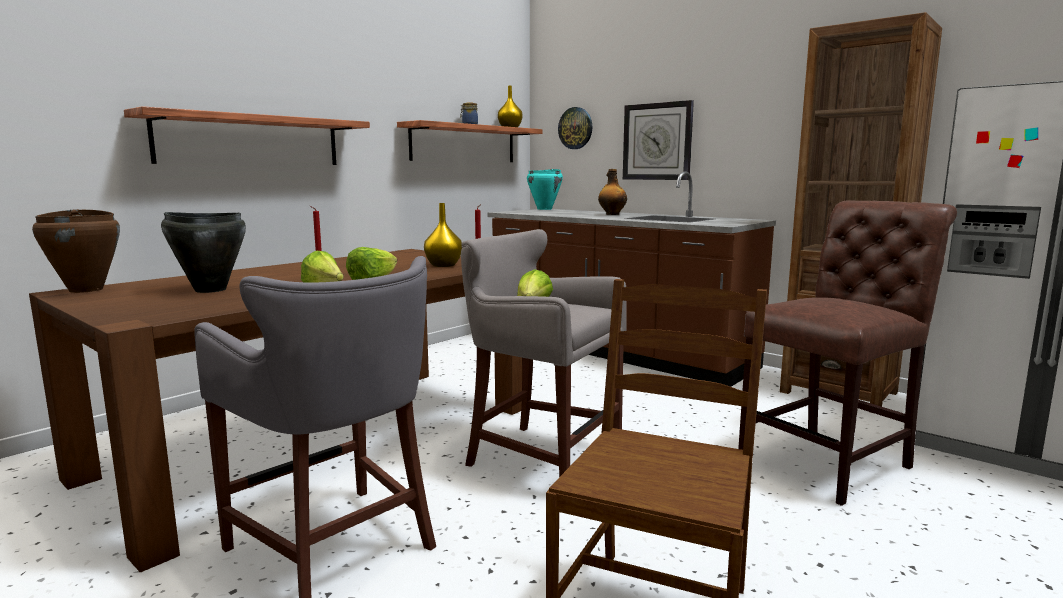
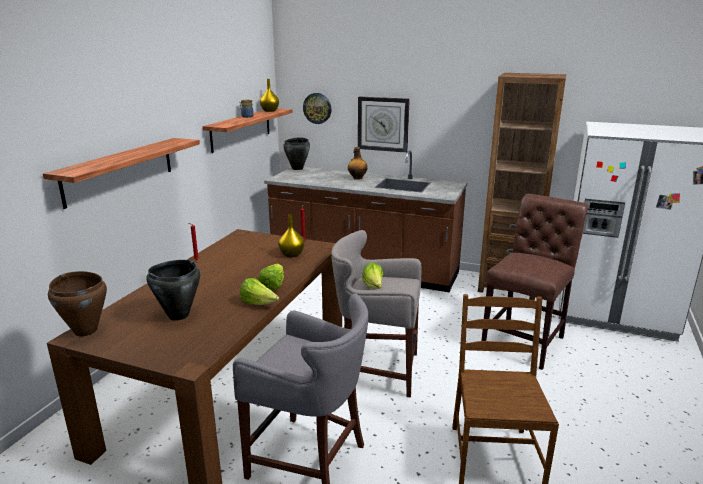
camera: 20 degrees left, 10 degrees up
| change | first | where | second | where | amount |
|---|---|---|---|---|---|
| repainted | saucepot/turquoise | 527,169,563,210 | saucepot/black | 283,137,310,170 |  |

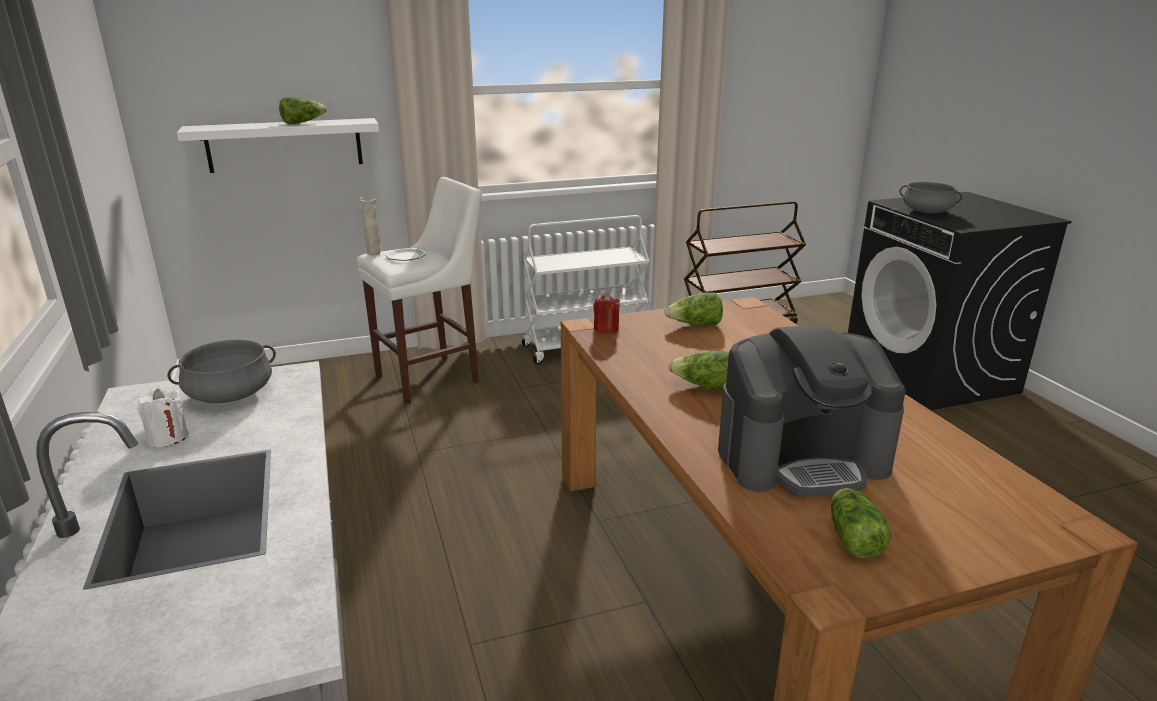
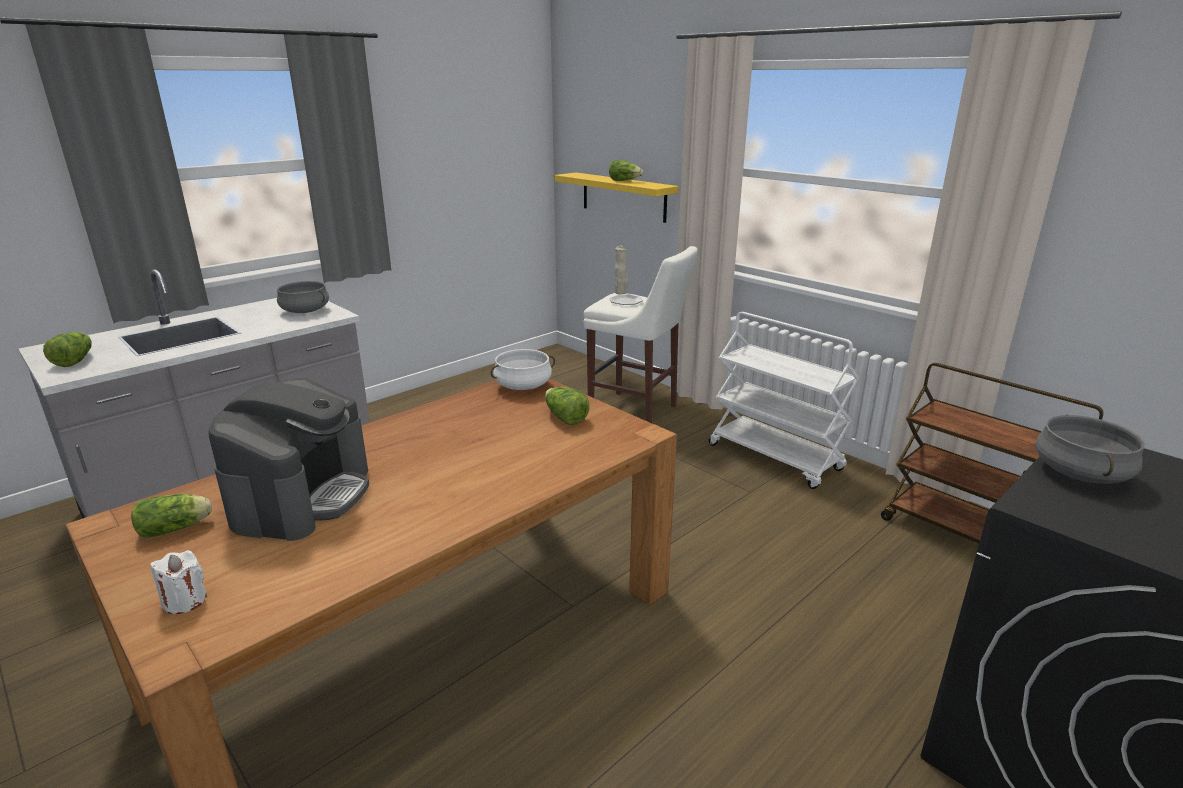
camera: 65 degrees right, 0 degrees up
| change | first | where | second | where | amount |
|---|---|---|---|---|---|
| shifted | lettuce | 668,351,729,391 |  | 43,332,92,367 |  |
| shifted | wax light/white-coloured | 138,388,188,448 |  | 150,550,207,614 |  |
| rotated | coffee maker | 718,325,905,497 |  | 209,378,369,541 | 135 degrees counterclockwise |
| swapped | wax light/red-coloured | 593,294,620,334 | saucepot/white-coloured | 491,349,555,390 |  |
| repainted | wall shelf/white-coloured | 177,118,379,173 | wall shelf/yellowish | 555,172,679,223 |  |

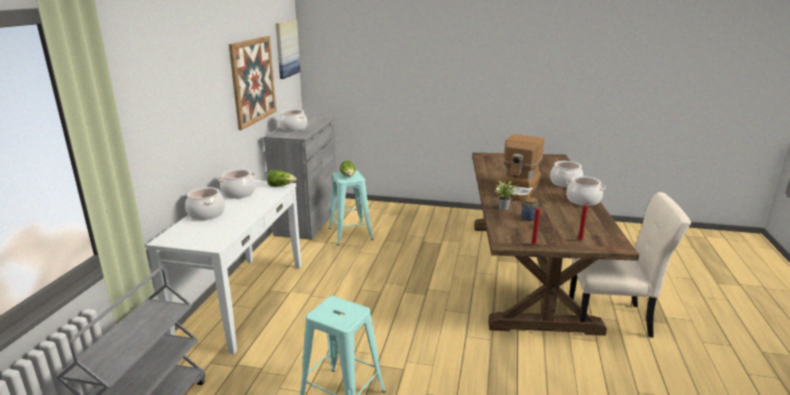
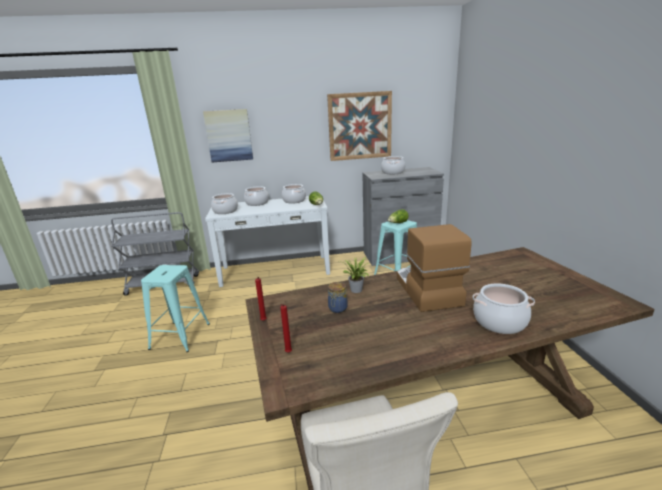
camera: 70 degrees right, 0 degrees up
| change | first | where | second | where | amount |
|---|---|---|---|---|---|
| shifted | wall art | 276,20,300,79 |  | 203,109,253,162 |  |
| shifted | saucepot | 566,176,606,206 |  | 211,193,238,214 |  |
| rotated | coffee maker | 495,134,544,201 |  | 397,224,471,312 | 75 degrees clockwise |

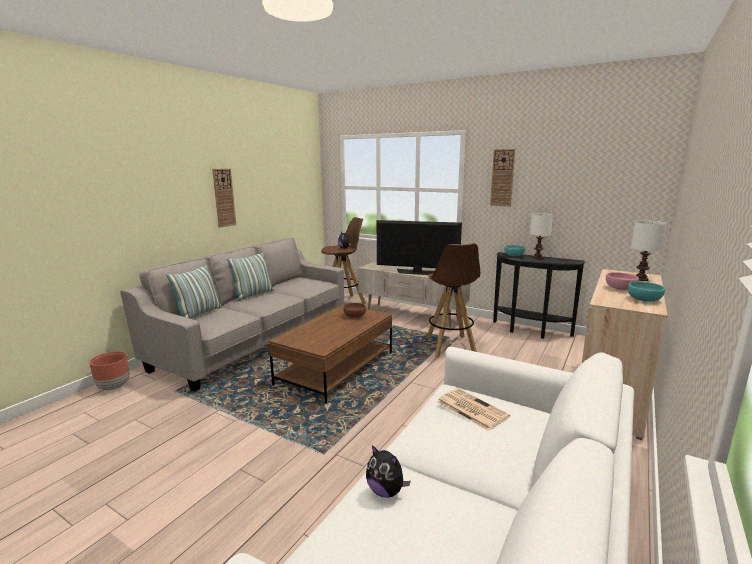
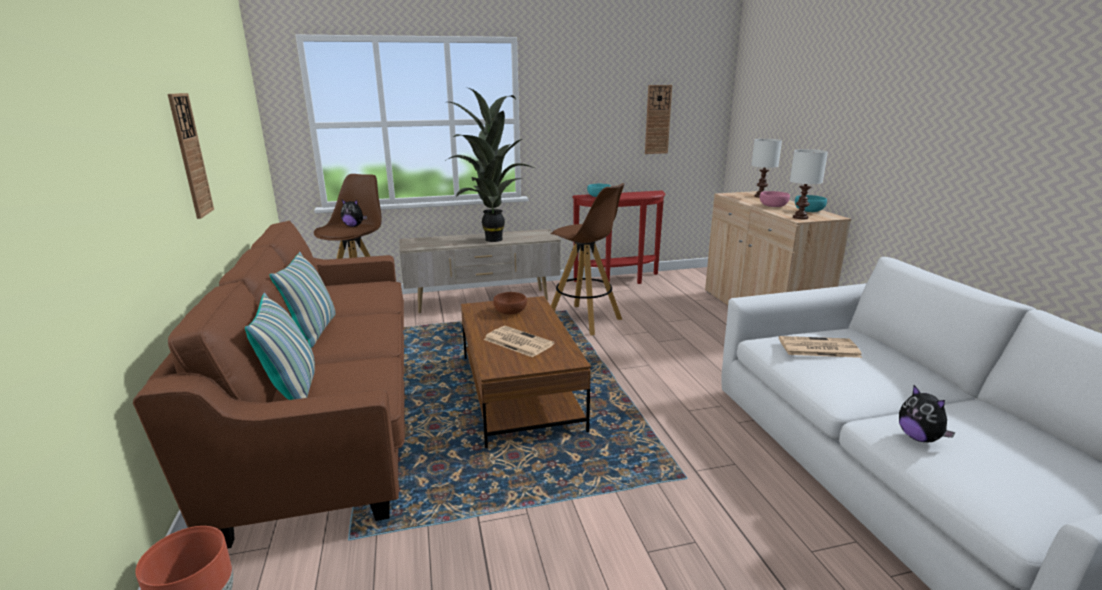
camera: 45 degrees left, 5 degrees up
| change | first | where | second | where | amount |
|---|---|---|---|---|---|
| repainted | couch/greyish | 121,238,344,392 | couch/brownish | 133,221,405,548 |  |
| swapped | TV | 377,220,462,275 | plant in a pot | 445,87,537,242 |  |
| new |  |  | daily paper | 484,326,554,357 |  |
| repainted | hall table/black | 493,252,586,339 | hall table/red-coloured | 572,190,666,284 |  |
| shifted | clock on the wall | 490,149,515,207 |  | 645,85,672,154 |  |
| shifted | tabletop lamp/white-coloured | 530,213,553,259 |  | 790,149,828,219 |  |
| rotated | plush toy | 366,445,411,498 |  | 899,385,956,442 | 75 degrees clockwise |

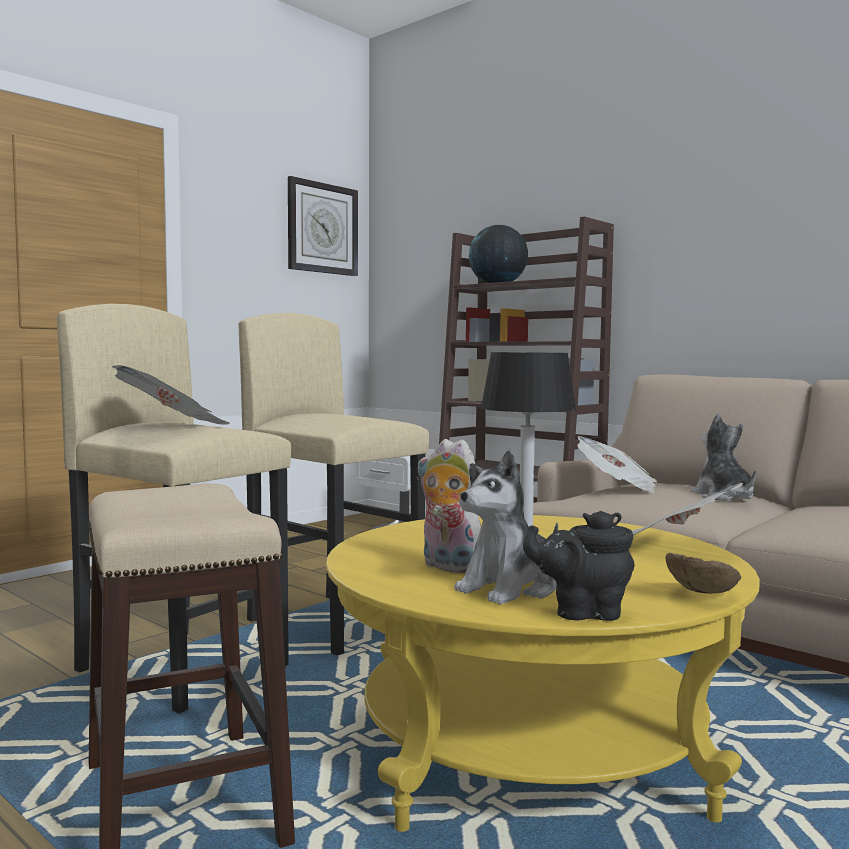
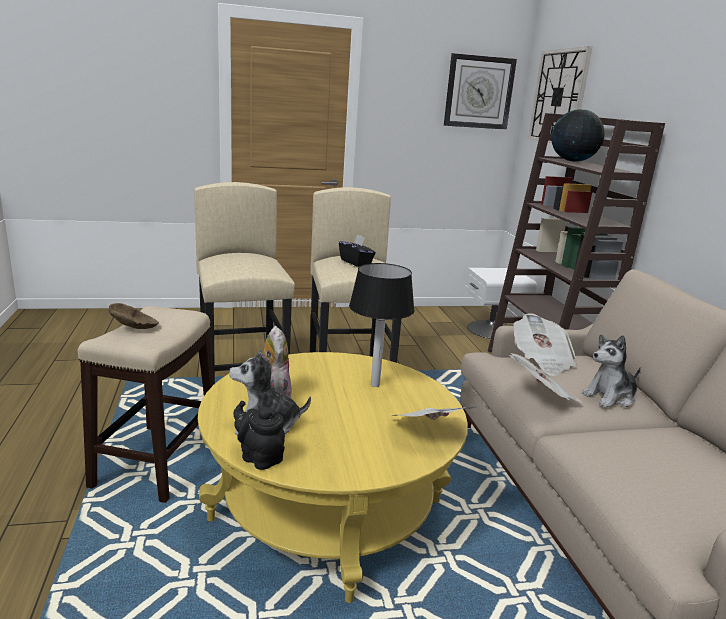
camera: 35 degrees right, 15 degrees up
| change | first | where | second | where | amount |
|---|---|---|---|---|---|
| shifted | bowl/brownish | 665,553,741,594 |  | 109,303,159,329 |  |
| new |  |  | tissue box/black | 339,234,376,267 |  |
| shifted | daily paper | 112,365,229,425 |  | 509,353,583,403 |  |
| new |  |  | clock on the wall | 528,46,592,143 |  |
| rotated | plush toy | 691,414,756,501 |  | 581,334,641,408 | 135 degrees counterclockwise |

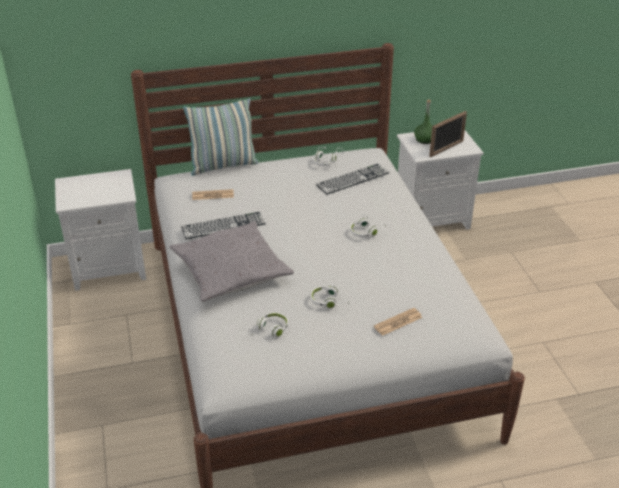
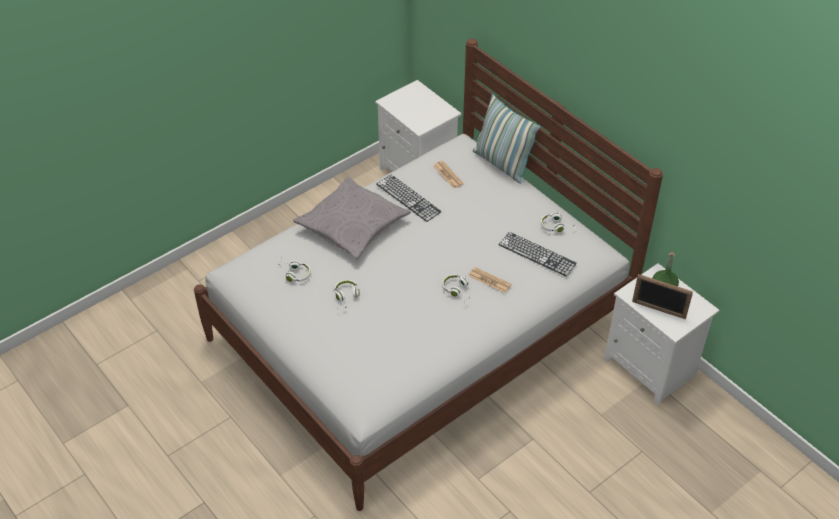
camera: 65 degrees right, 10 degrees up
| change | first | where | second | where | amount |
|---|---|---|---|---|---|
| shifted | daily paper | 374,308,422,336 |  | 469,267,512,293 |  |

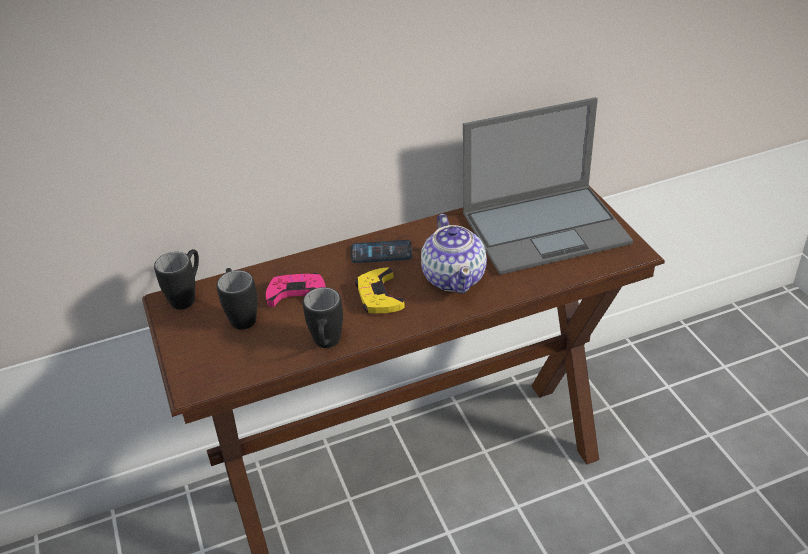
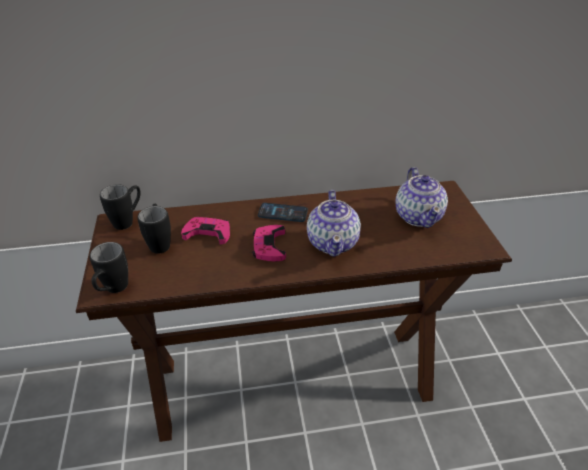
camera: 10 degrees right, 0 degrees up
| change | first | where | second | where | amount |
|---|---|---|---|---|---|
| shifted | mug/black | 303,287,343,348 |  | 90,242,128,293 |  |
| repainted | joypad/yellowish | 355,268,405,313 | joypad/pink-coloured | 252,225,286,261 |  |
| swapped | laptop | 463,97,633,275 | tea pot | 396,167,448,228 |  |

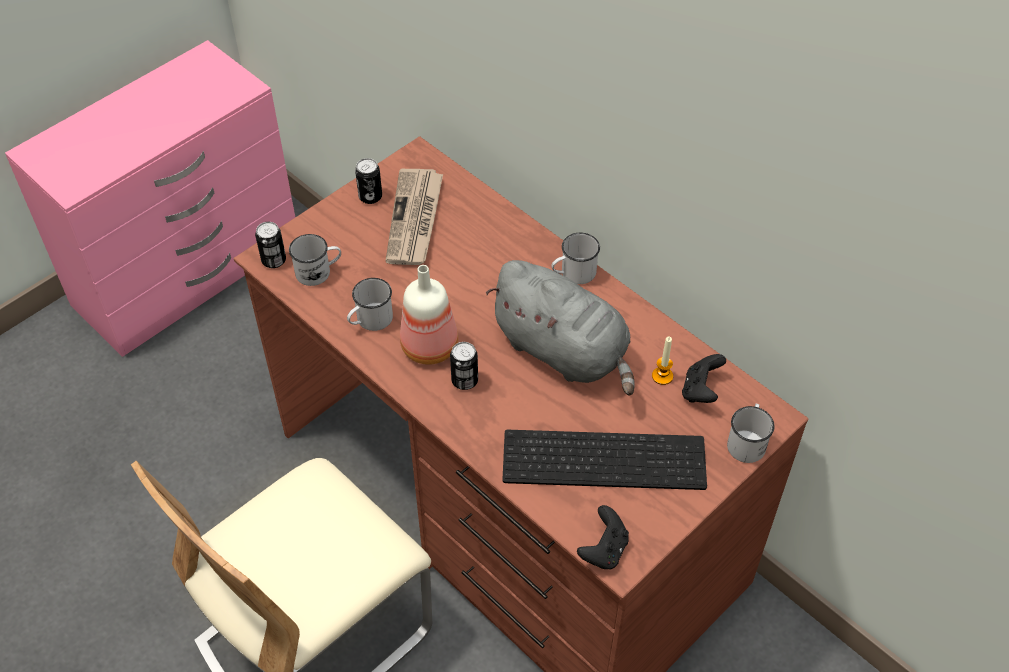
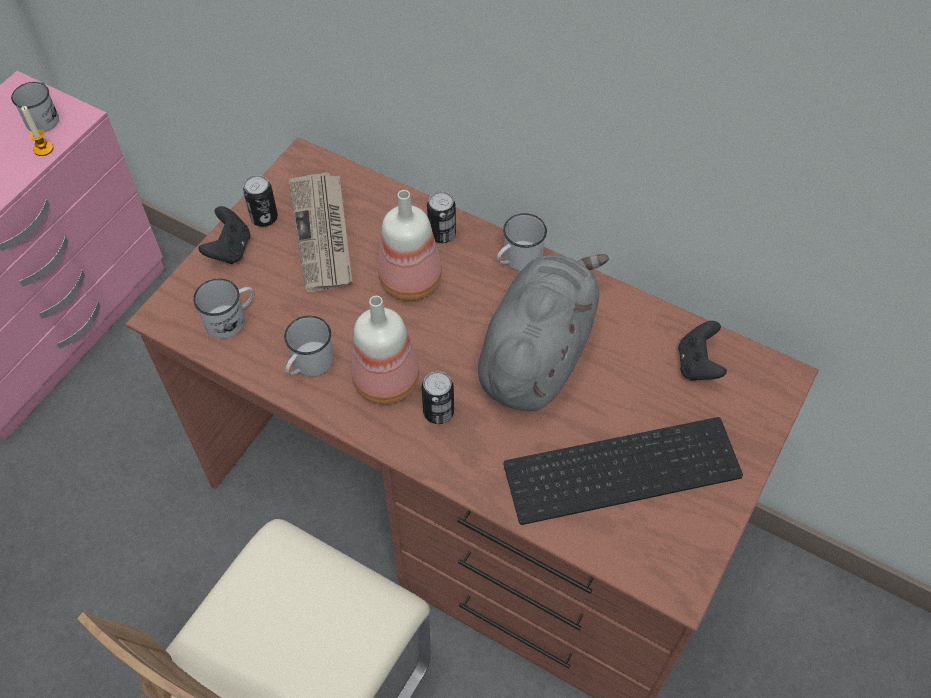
camera: 15 degrees left, 5 degrees up
| change | first | where | second | where | amount |
|---|---|---|---|---|---|
| shifted | mug/white-coloured | 727,404,774,463 |  | 11,82,59,132 |  |
| shifted | wax light | 652,336,673,385 |  | 21,106,53,156 |  |
| shifted | joypad/black | 577,505,629,570 |  | 199,206,250,264 |  |
| new |  |  | bottle | 378,190,442,300 |  |
| shifted | metal can | 255,222,286,268 |  | 427,192,456,243 |  |
| rotated | plush toy/greyish | 486,260,634,396 |  | 478,254,609,411 | 90 degrees counterclockwise |

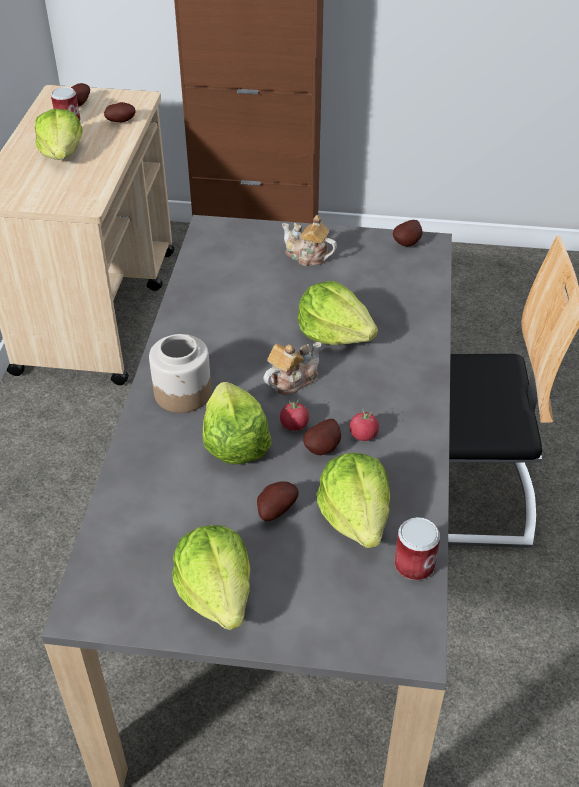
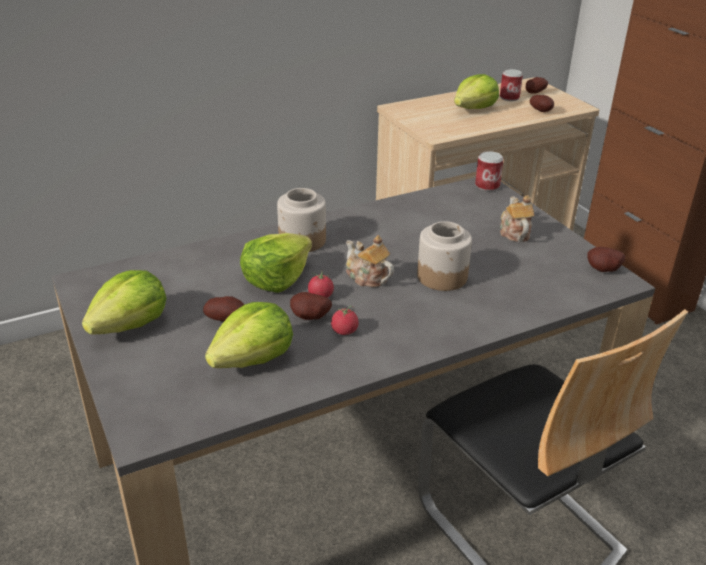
camera: 55 degrees right, 10 degrees down
| change | first | where | second | where | amount |
|---|---|---|---|---|---|
| rotated | tea pot | 263,342,322,395 |  | 346,235,394,287 | 150 degrees counterclockwise |
| swapped | lettuce | 297,281,378,345 | storage jar | 417,221,472,291 |  |
| shifted | metal can | 395,517,440,580 |  | 475,151,504,191 |  |

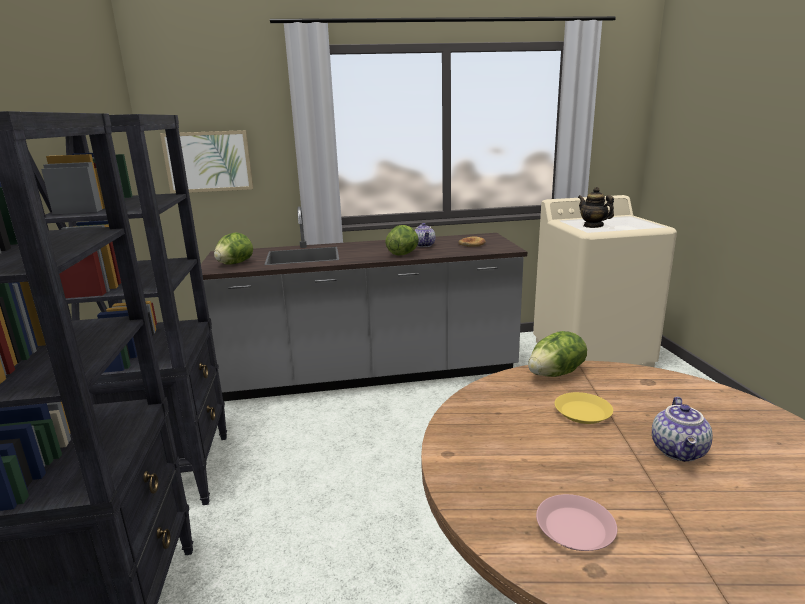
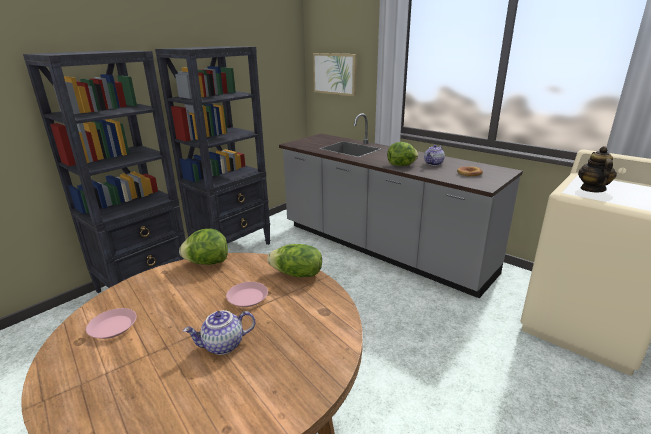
camera: 50 degrees right, 5 degrees up
| change | first | where | second | where | amount |
|---|---|---|---|---|---|
| shifted | lettuce | 214,232,253,265 |  | 179,229,228,265 |  |
| repainted | dinner plate/yellowish | 555,392,613,424 | dinner plate/pink-coloured | 226,282,268,307 |  |

